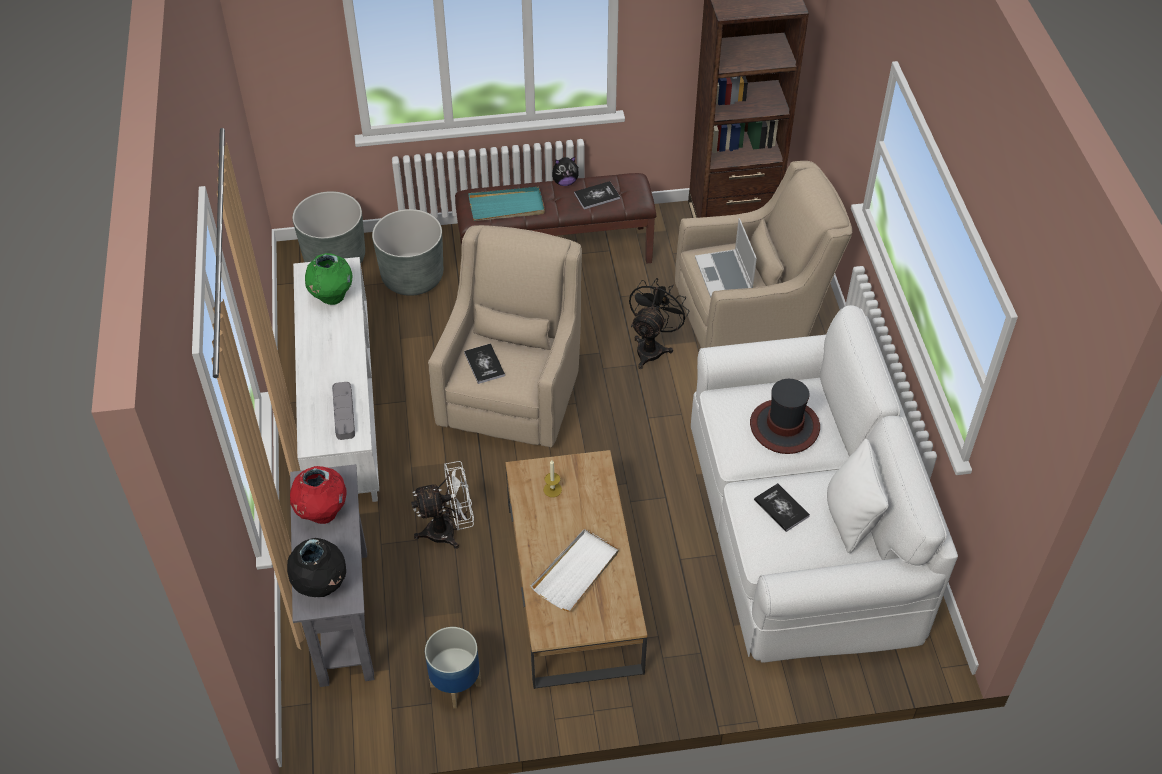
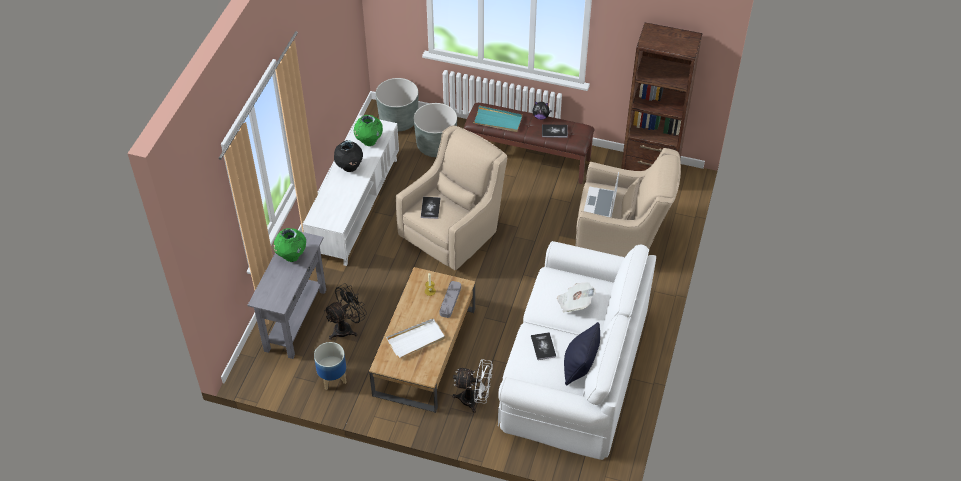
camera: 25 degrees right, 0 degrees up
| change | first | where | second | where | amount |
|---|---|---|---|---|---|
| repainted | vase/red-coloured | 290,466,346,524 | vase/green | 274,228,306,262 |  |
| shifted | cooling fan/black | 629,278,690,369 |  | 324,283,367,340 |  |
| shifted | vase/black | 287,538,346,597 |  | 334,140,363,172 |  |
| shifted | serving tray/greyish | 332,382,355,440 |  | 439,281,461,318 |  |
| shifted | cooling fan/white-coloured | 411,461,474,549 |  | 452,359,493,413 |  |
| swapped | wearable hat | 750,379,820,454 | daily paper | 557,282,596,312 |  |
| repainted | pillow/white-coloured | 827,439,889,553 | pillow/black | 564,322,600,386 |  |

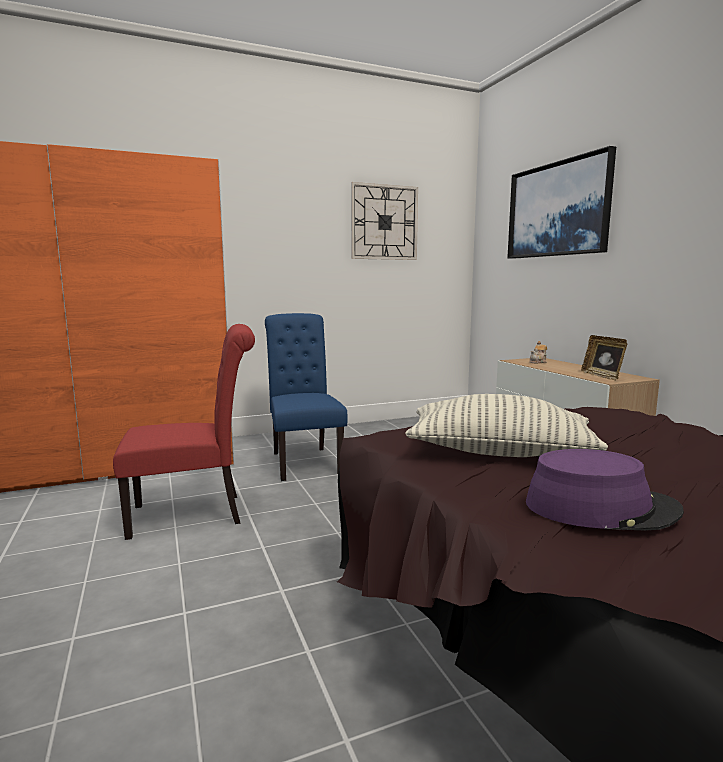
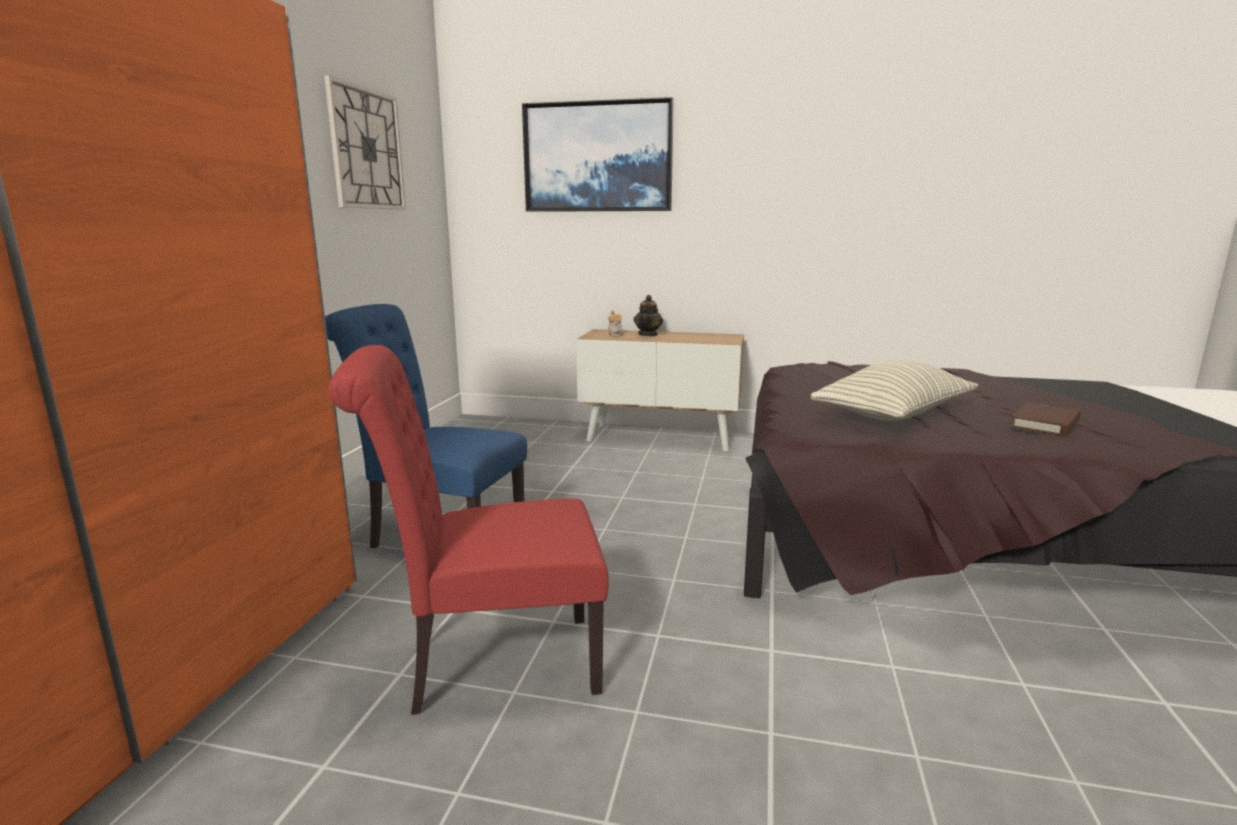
camera: 55 degrees left, 5 degrees up
| change | first | where | second | where | amount |
|---|---|---|---|---|---|
| rotated | plain chair/red-coloured | 113,324,255,540 |  | 329,345,609,715 | 120 degrees counterclockwise |
| new |  |  | tea pot | 634,295,663,336 |  |
| swapped | wearable hat/purplish | 526,449,684,530 | bound book/brownish | 1010,403,1081,436 |  |
| gone | standing frame | 581,335,627,381 |  |  |  |

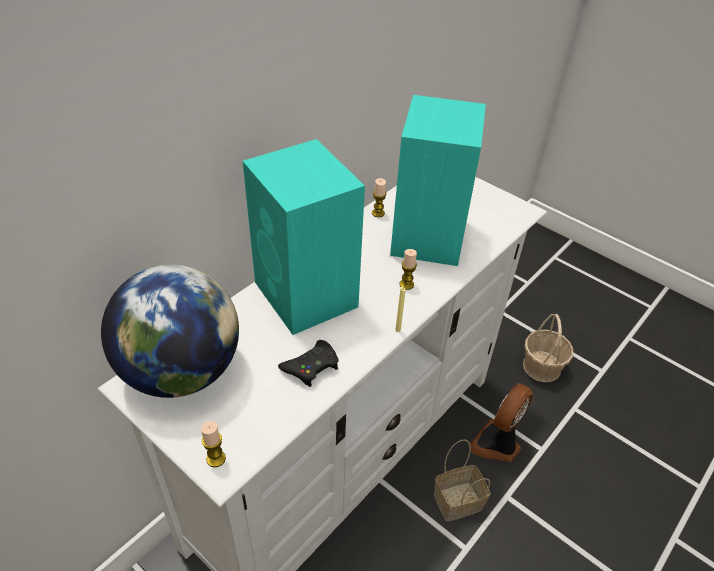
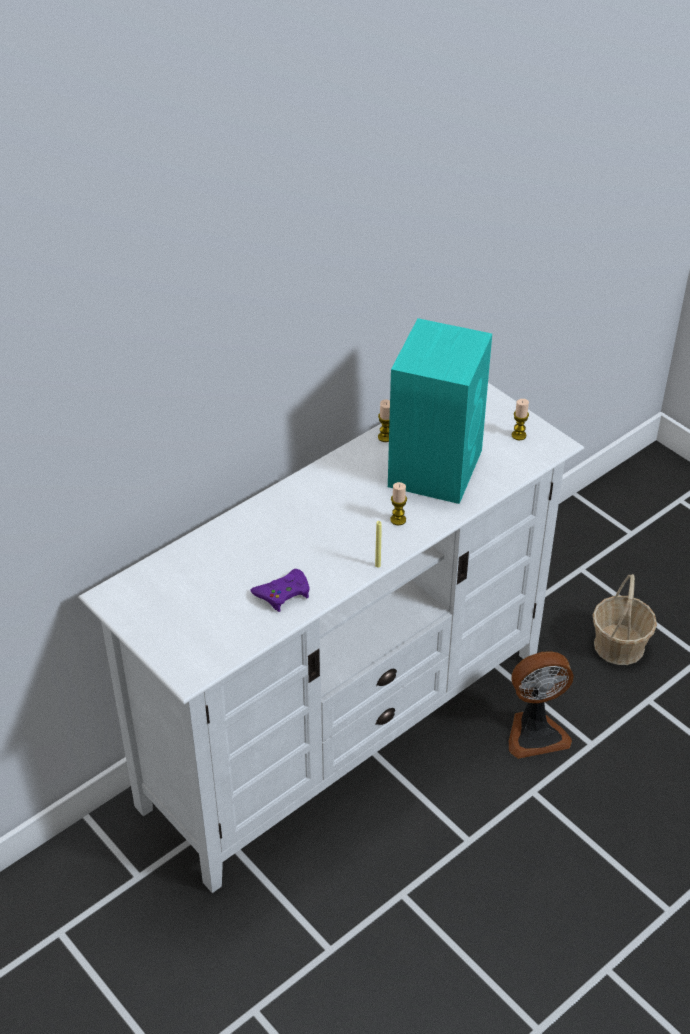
camera: 10 degrees right, 0 degrees up
| change | first | where | second | where | amount |
|---|---|---|---|---|---|
| repainted | joypad/black | 278,340,339,387 | joypad/purplish | 251,569,310,612 |  |
| rotated | cooling fan | 470,383,533,462 |  | 509,651,574,759 | 150 degrees counterclockwise |
| shifted | wax light | 201,421,226,467 |  | 512,399,529,440 |  |
| gone | globe | 101,265,239,398 |  |  |  |
| gone | speaker/turquoise | 243,139,365,335 |  |  |  |
| gone | storage basket | 434,440,490,522 |  |  |  |

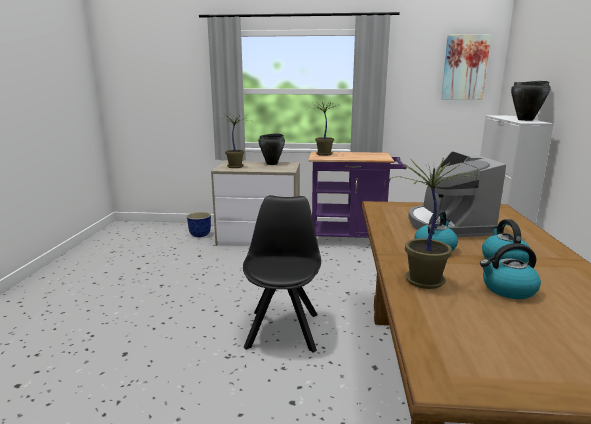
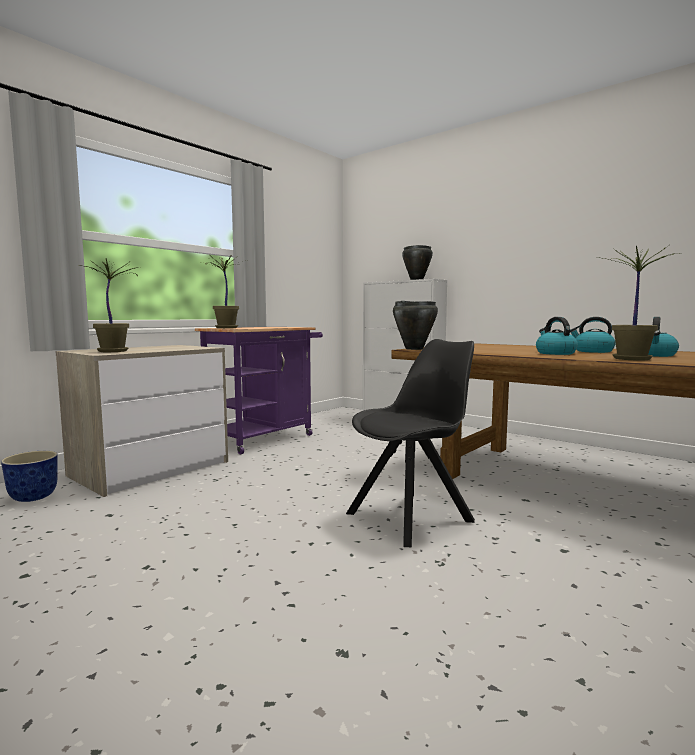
camera: 55 degrees left, 10 degrees down
| change | first | where | second | where | amount |
|---|---|---|---|---|---|
| rotated | plain chair/black | 243,195,321,353 |  | 346,339,475,547 | 105 degrees clockwise |
| shifted | saucepot/black | 258,133,285,165 |  | 393,301,438,350 |  |
| gone | coffee maker | 408,151,506,237 |  |  |  |
| gone | wall art | 441,34,491,100 |  |  |  |

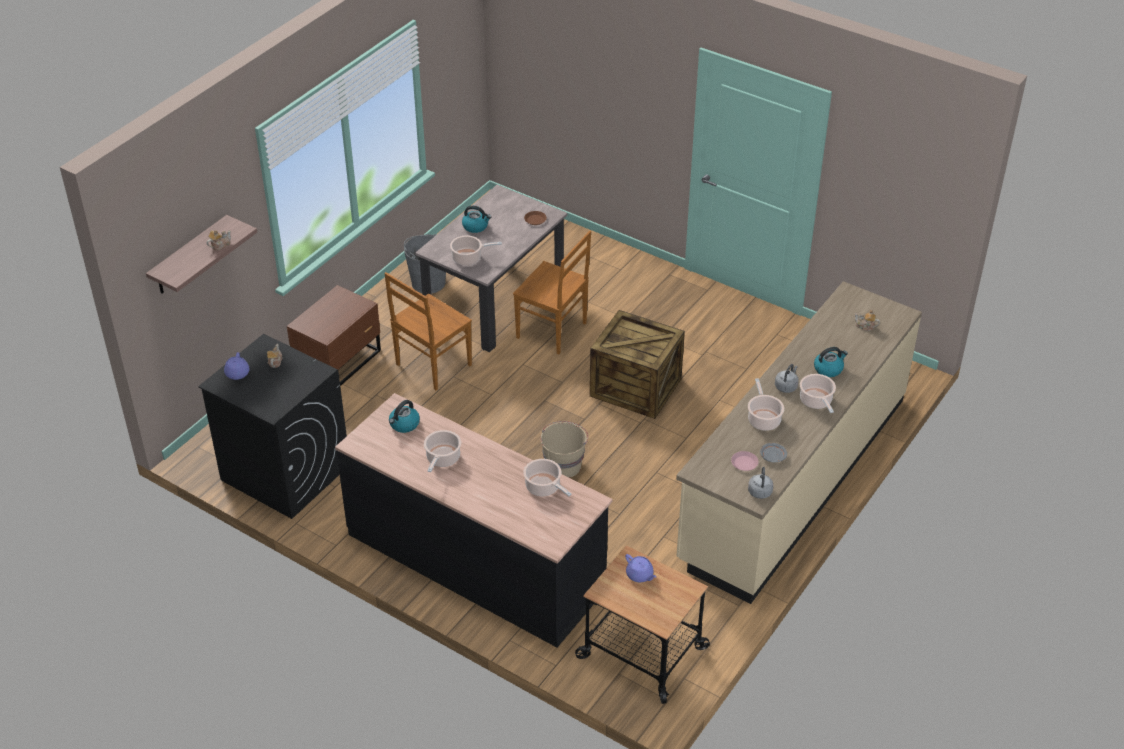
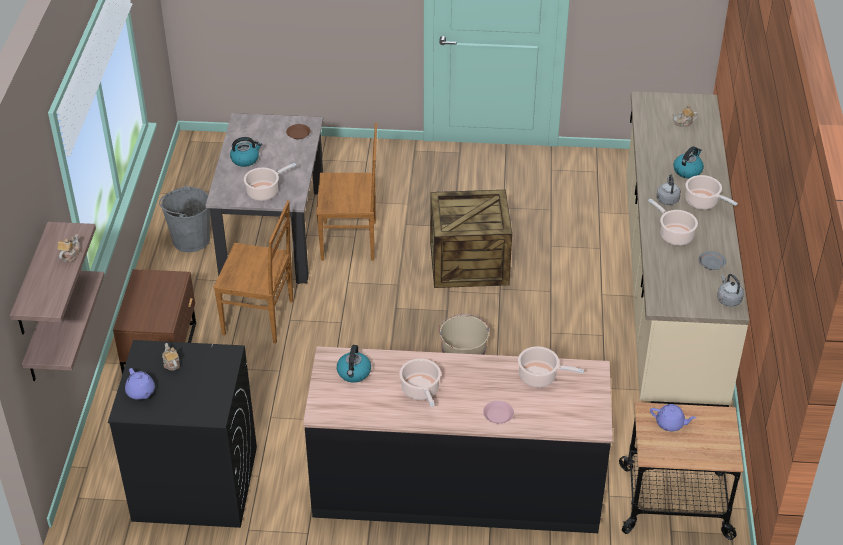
camera: 30 degrees left, 0 degrees up
| change | first | where | second | where | amount |
|---|---|---|---|---|---|
| new |  |  | wall shelf | 22,271,105,381 |  |
| rotated | plain chair/brownish | 384,272,472,390 |  | 213,200,293,343 | 90 degrees counterclockwise |
| shifted | dinner plate/pink-coloured | 731,451,759,471 |  | 483,401,514,424 |  |

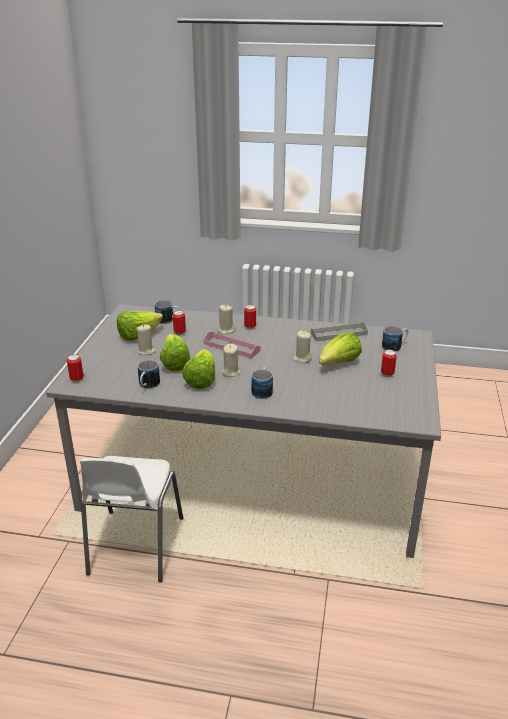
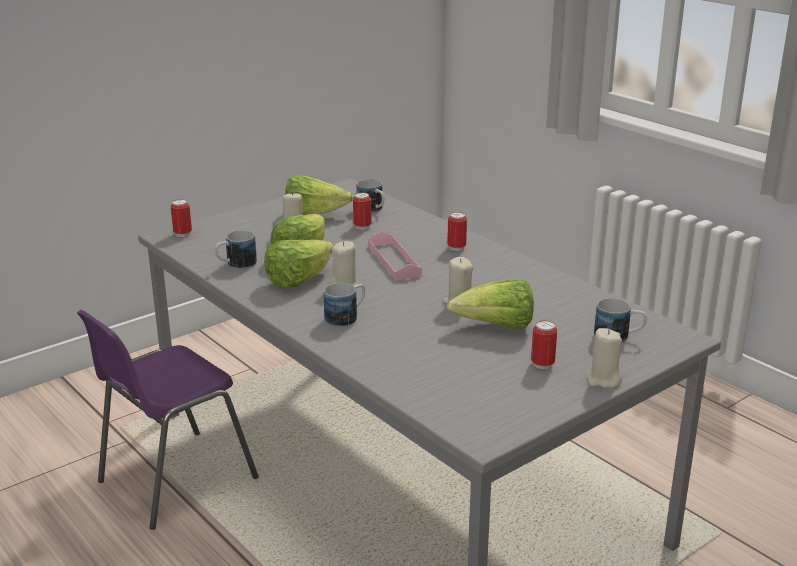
camera: 40 degrees right, 5 degrees down
| change | first | where | second | where | amount |
|---|---|---|---|---|---|
| repainted | plain chair/white-coloured | 80,456,183,582 | plain chair/purplish | 77,310,259,530 |  |
| shifted | wax light/beige | 218,305,235,335 |  | 586,328,622,388 |  |
| gone | serving tray/greyish | 311,322,368,341 |  |  |  |

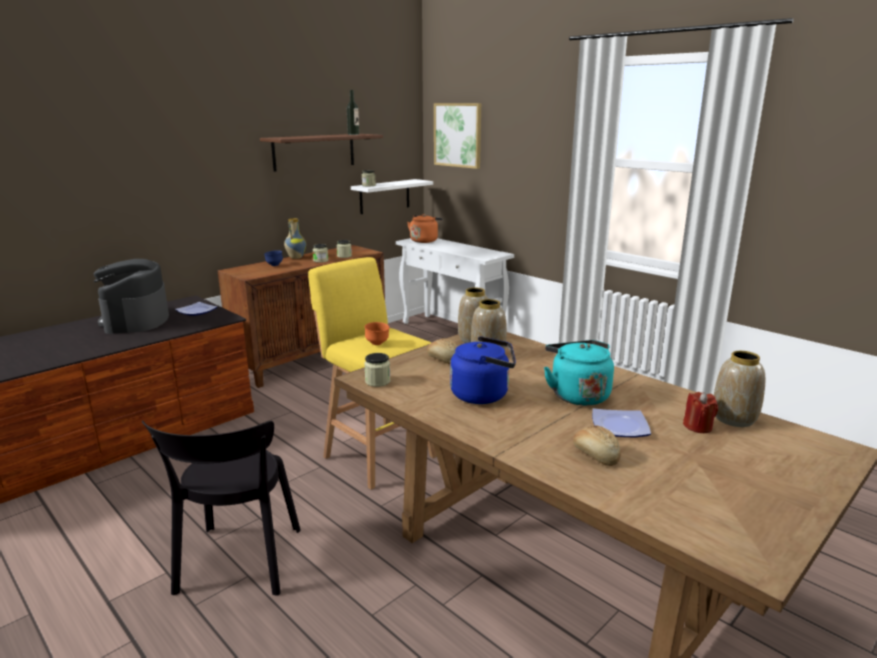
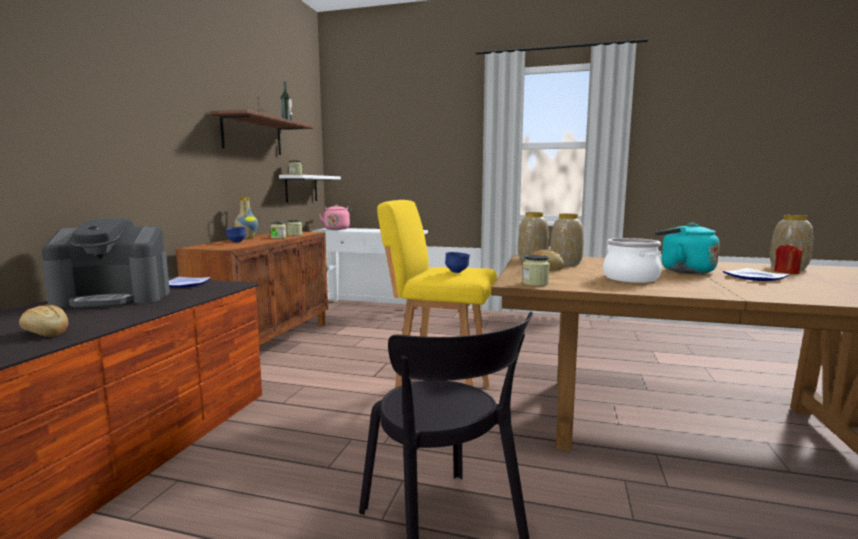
camera: 30 degrees left, 10 degrees down
| change | first | where | second | where | amount |
|---|---|---|---|---|---|
| shifted | bread | 573,425,621,466 |  | 19,305,68,337 |  |
| rotated | coffee maker | 94,259,169,334 |  | 42,218,170,308 | 60 degrees counterclockwise |
| repainted | tea kettle/orange | 407,214,443,243 | tea kettle/pink-coloured | 319,205,351,230 |  |
| repainted | bowl/orange | 365,322,390,345 | bowl/blue-coloured | 445,252,470,273 |  |
| swapped | tea kettle/blue-coloured | 450,336,516,404 | saucepot | 603,238,662,283 |  |
| gone | wall art | 434,103,481,169 |  |  |  |

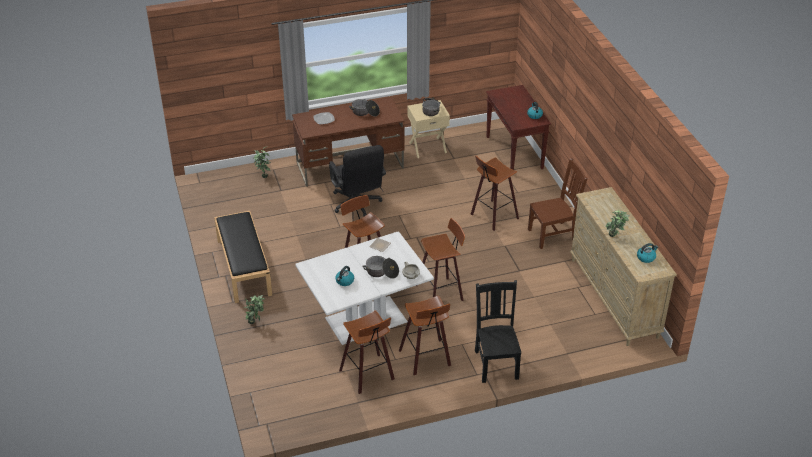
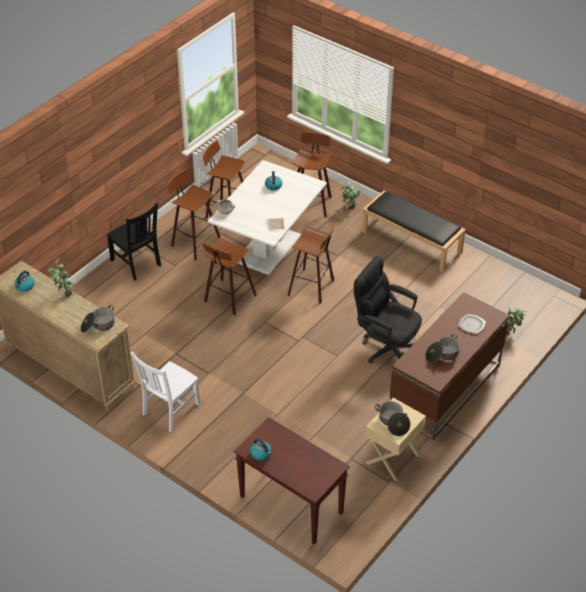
camera: 145 degrees right, 5 degrees up
| change | first | where | second | where | amount |
|---|---|---|---|---|---|
| shifted | saucepot | 362,256,399,279 |  | 81,305,114,333 |  |
| repainted | plain chair/brownish | 528,158,588,249 | plain chair/white-coloured | 130,352,200,432 |  |
| shifted | sitting stool | 471,156,519,231 |  | 293,132,332,217 |  |

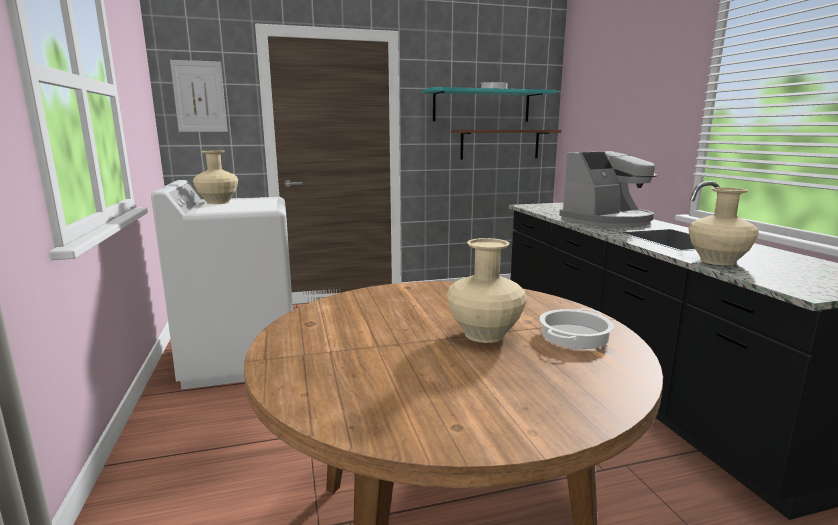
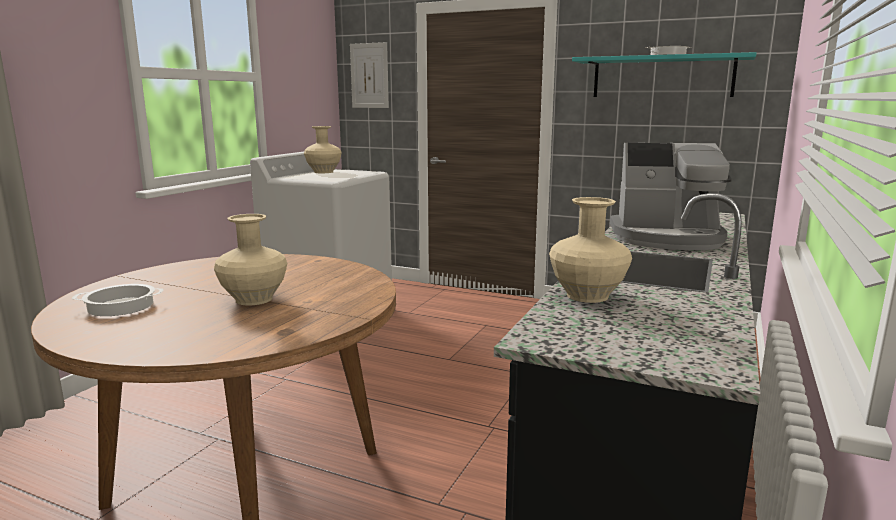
camera: 40 degrees right, 0 degrees up
| change | first | where | second | where | amount |
|---|---|---|---|---|---|
| shifted | saucepot | 540,308,614,349 |  | 72,284,164,316 |  |
| gone | wall shelf | 451,130,561,159 |  |  |  |

